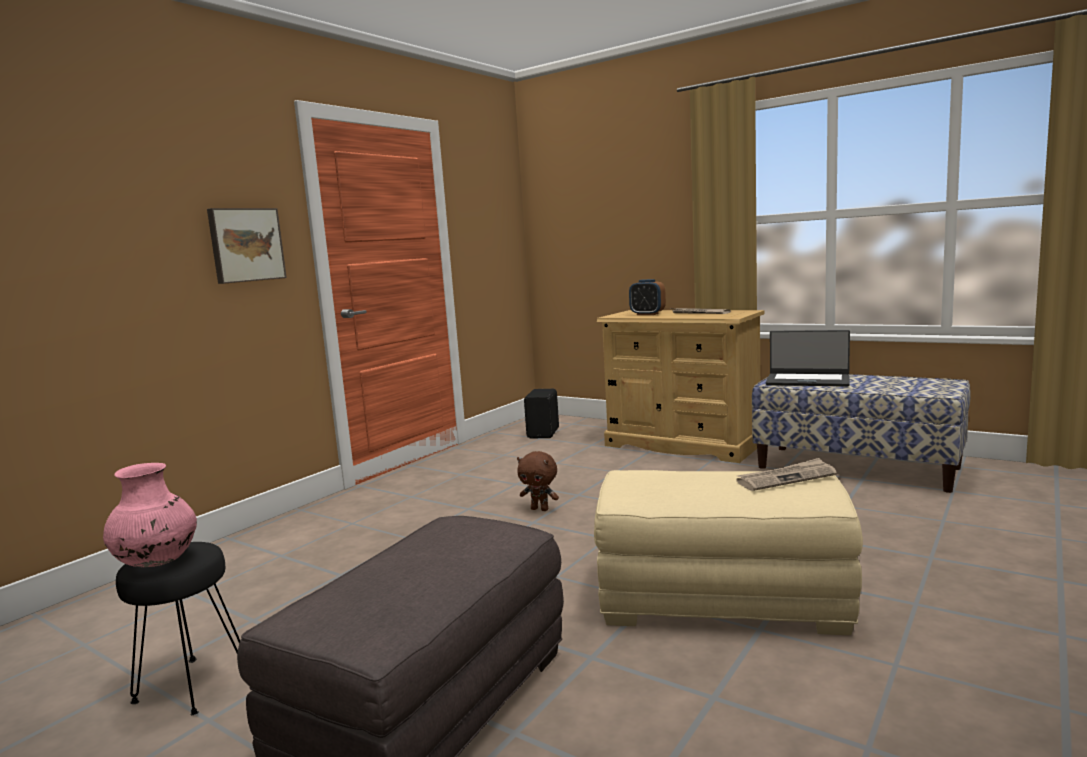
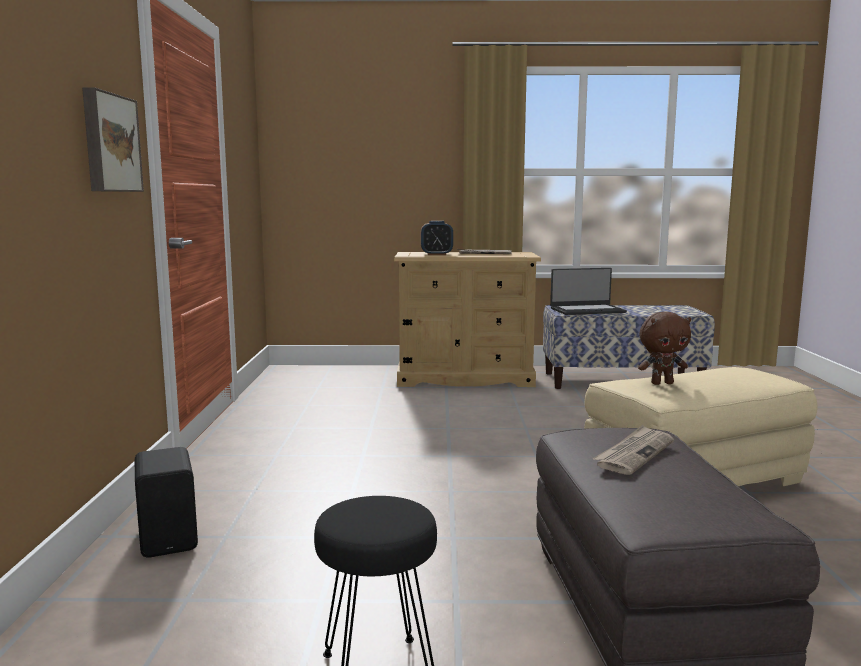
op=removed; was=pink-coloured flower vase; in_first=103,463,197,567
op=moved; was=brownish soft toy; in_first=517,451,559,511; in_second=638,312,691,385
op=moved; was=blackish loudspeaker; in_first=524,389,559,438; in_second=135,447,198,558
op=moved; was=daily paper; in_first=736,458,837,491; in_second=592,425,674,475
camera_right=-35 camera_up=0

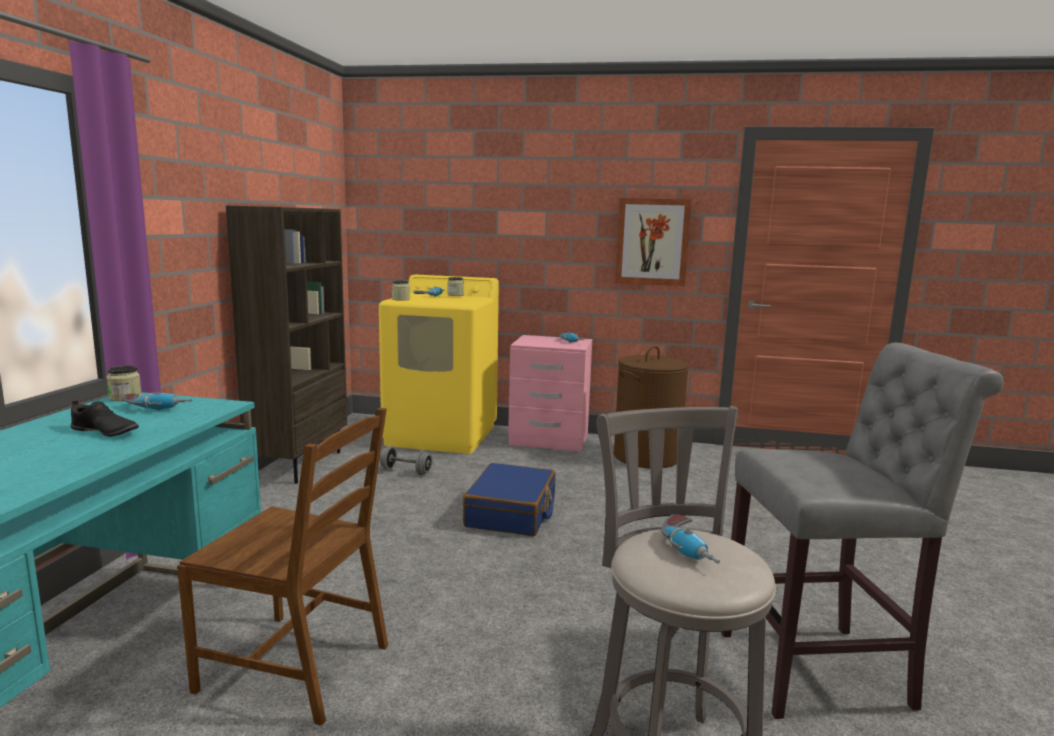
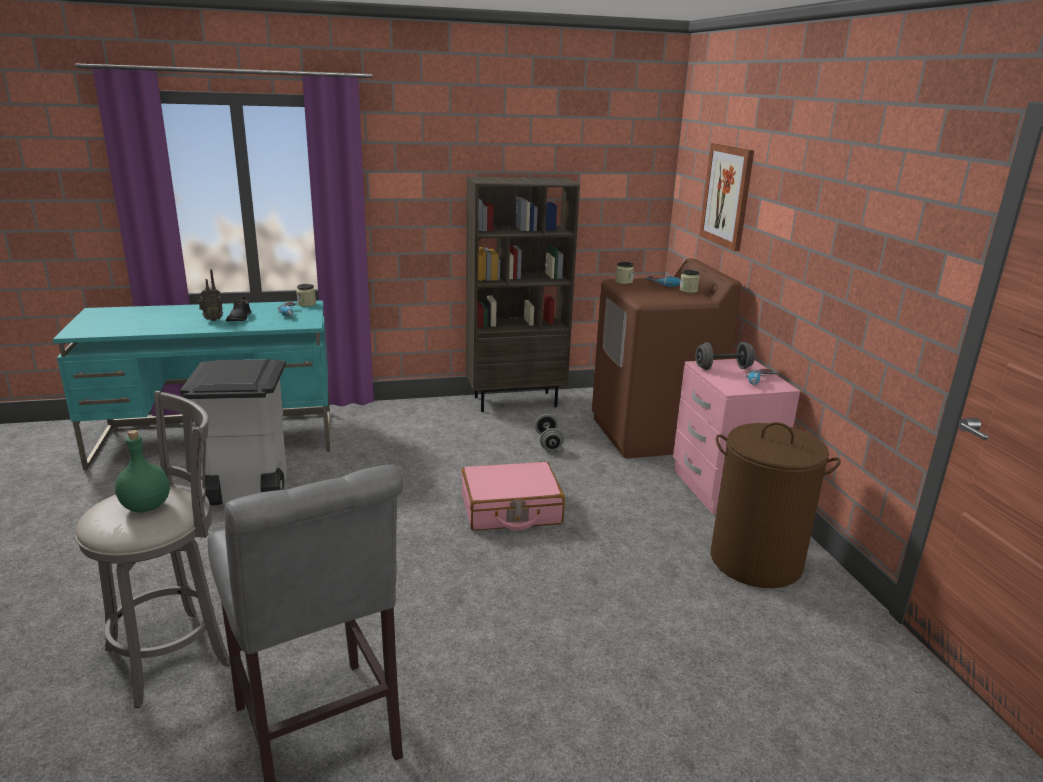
op=added; now=radio; in_second=198,269,223,321
op=added; now=greyish dumbbell; in_second=696,342,755,370
op=moved; was=wall picture; in_first=615,198,692,286; in_second=699,143,754,251
op=replaced; was=brownish upright chair; now=greyish rubbish bin; in_first=177,408,388,726; in_second=180,359,287,505
op=replaced; was=power drill; now=green drink bottle; in_first=661,514,720,564; in_second=115,430,170,513
op=recoloured; was=yellowish laundry appliance; now=brownish laundry appliance; in_first=379,274,499,454; in_second=592,259,742,459
op=recoloured; was=bluish travel case; now=pink-coloured travel case; in_first=463,463,556,536; in_second=461,462,565,531
camera_right=65 camera_up=10

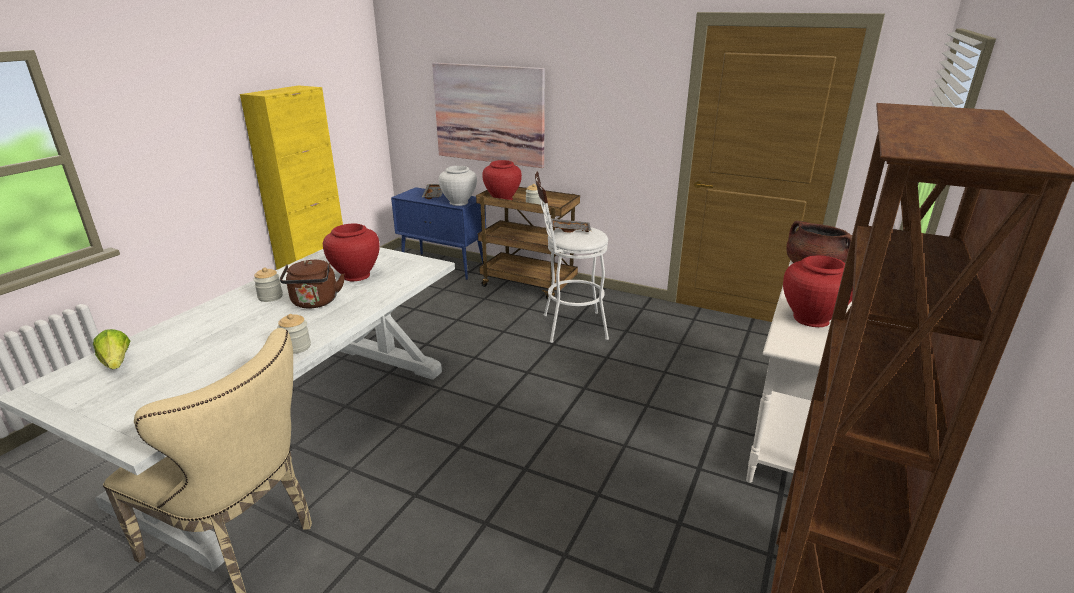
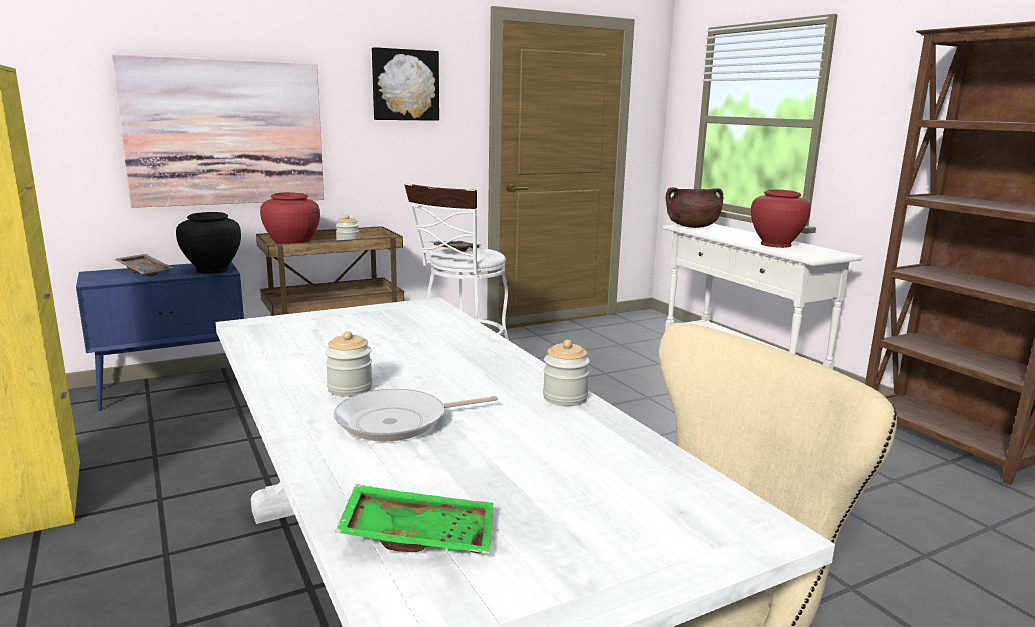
op=removed; was=brownish kettle; in_first=280,260,345,308
op=removed; was=reddish flower vase; in_first=323,224,380,281
op=added; now=skillet; in_second=334,389,498,441
op=added; now=wall picture; in_second=372,47,439,121
op=replaced; was=head of lettuce; now=green tray; in_first=93,329,130,369; in_second=335,484,493,554
op=recoloured; was=white flower vase; now=blackish flower vase; in_first=439,166,477,206; in_second=176,212,241,274
camera_right=-55 camera_up=-10

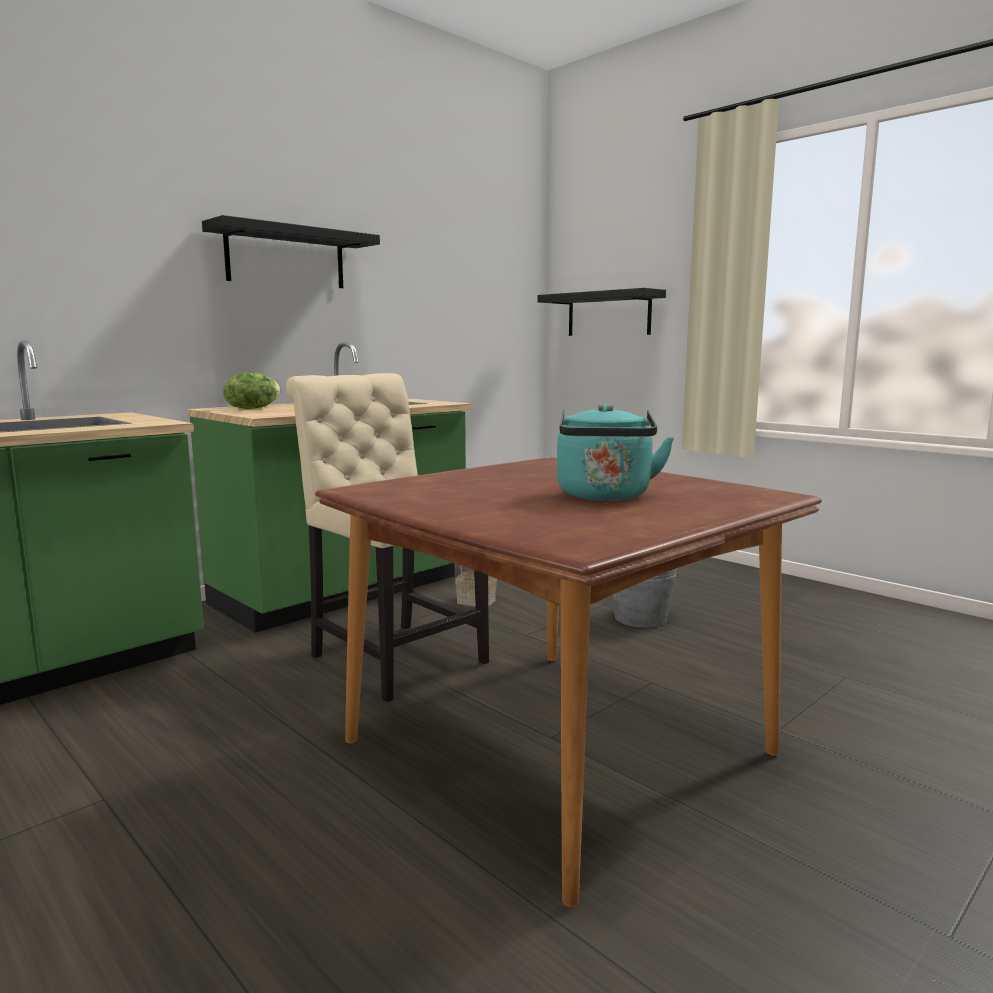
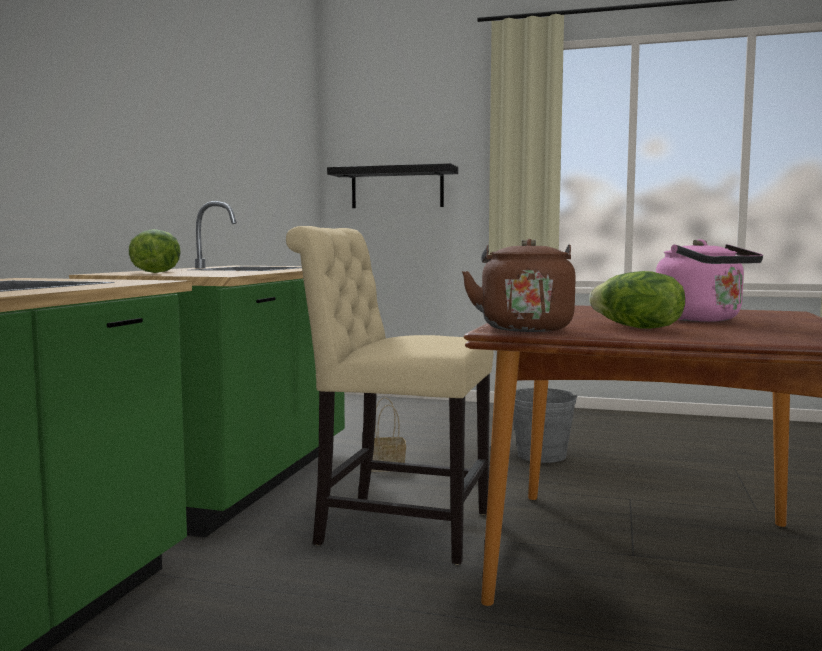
op=removed; was=blackish shelf; in_first=202,215,380,288
op=added; now=brownish kettle; in_second=462,239,576,332
op=added; now=head of lettuce; in_second=589,271,685,329
op=recoloured; was=blue-green kettle; now=pink-coloured kettle; in_first=557,403,674,501; in_second=656,239,763,322
camera_right=-30 camera_up=-5

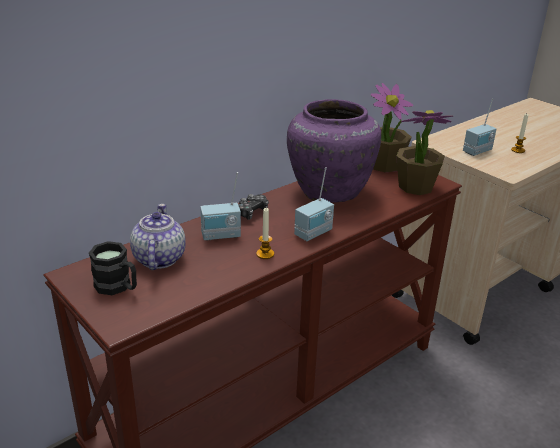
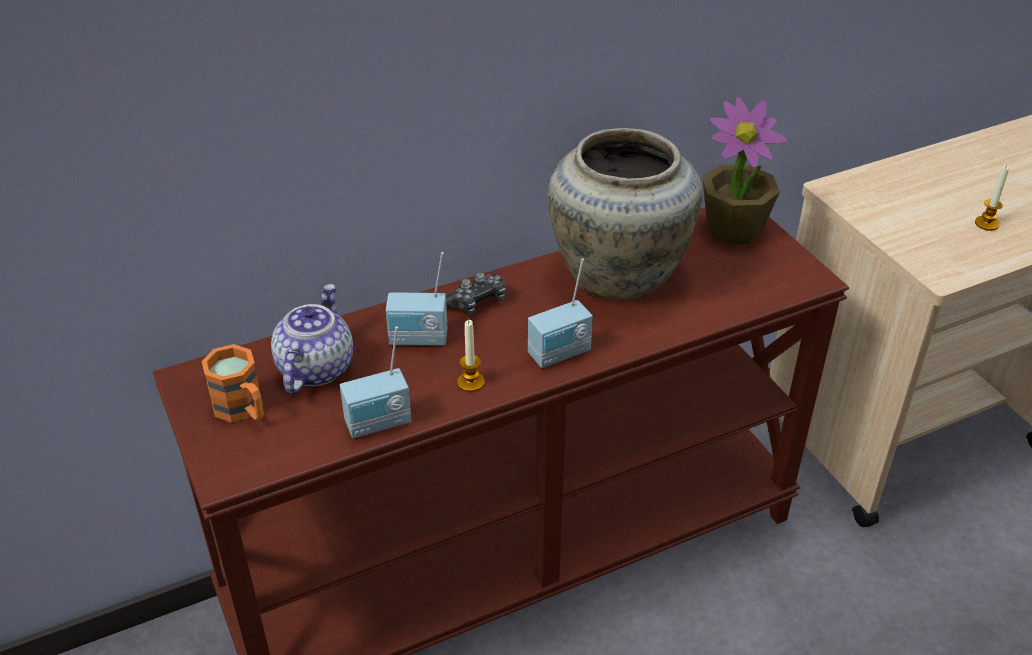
op=removed; was=potted plant; in_first=396,110,453,195
op=moved; was=radio; in_first=463,99,497,156; in_second=340,326,411,438
op=recoloured; was=blackish mug; now=orangey mug; in_first=89,241,137,295; in_second=202,344,264,423
op=recoloured; was=purplish flower vase; now=beige flower vase; in_first=287,99,381,203; in_second=548,128,703,299
camera_right=15 camera_up=10

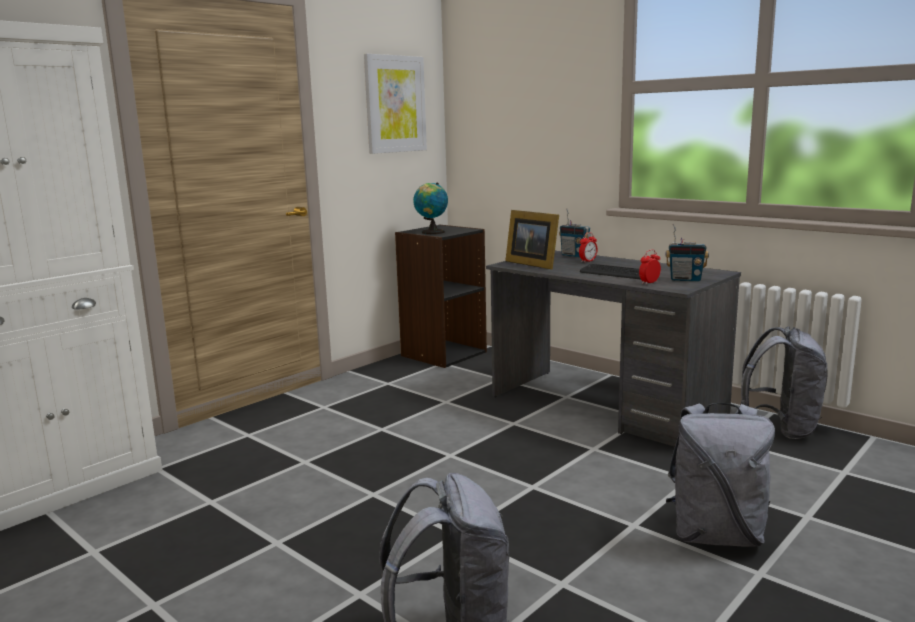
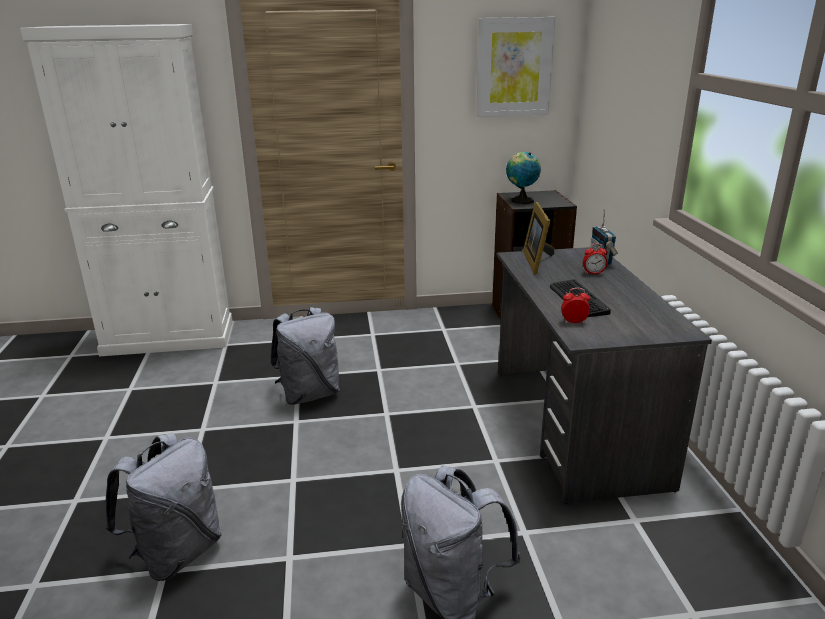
op=removed; was=radio; in_first=665,224,709,281
op=moved; was=greyish knapsack; in_first=740,326,828,439; in_second=270,307,340,405
camera_right=40 camera_up=10

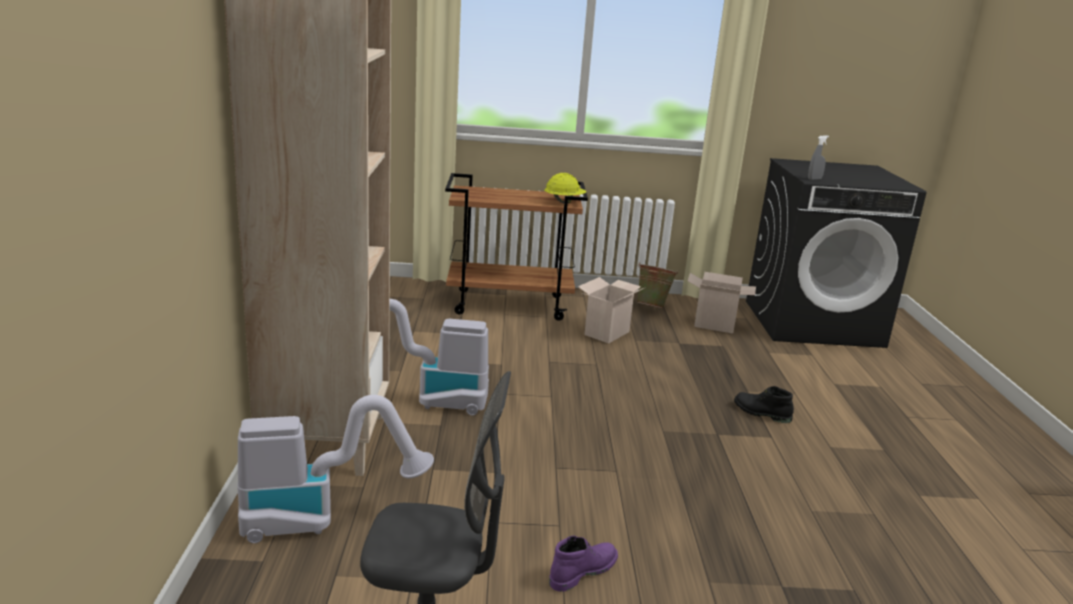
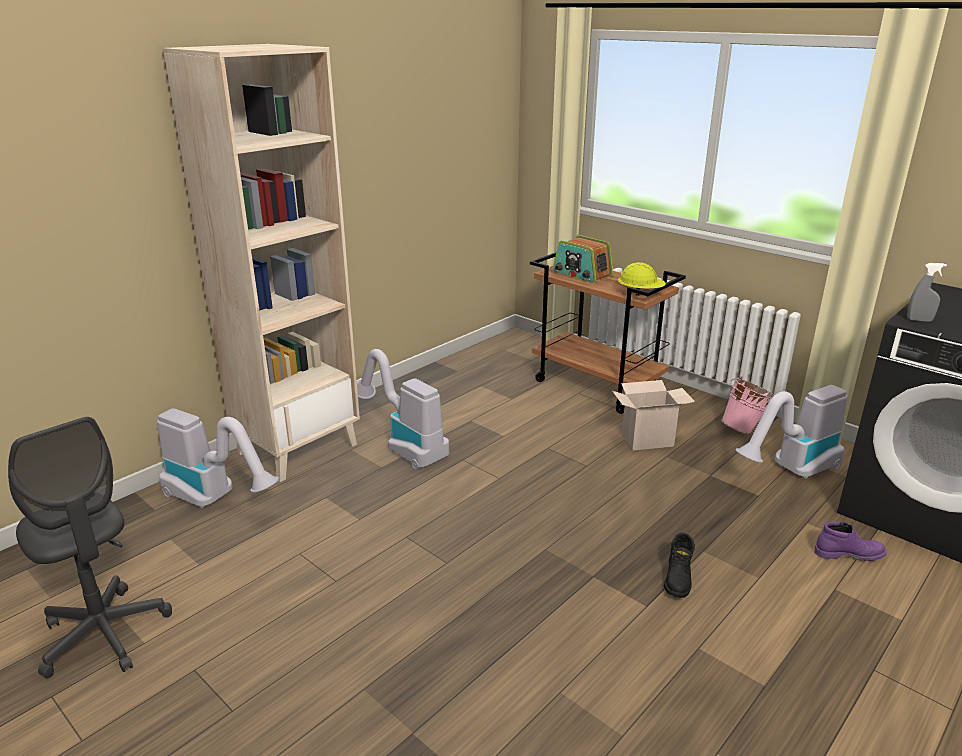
op=added; now=radio; in_second=553,235,613,283
op=moved; was=purplish boot; in_first=549,535,618,592; in_second=814,522,887,561
op=replaced; was=carton; now=hoover; in_first=687,272,756,333; in_second=736,385,847,479
op=recoloured; was=green water bucket; now=pink-coloured water bucket; in_first=637,262,679,309; in_second=721,376,774,434
op=turned; was=blackish boot; in_first=734,386,794,423; in_second=664,533,695,598; clockwise=-150
camera_right=45 camera_up=5

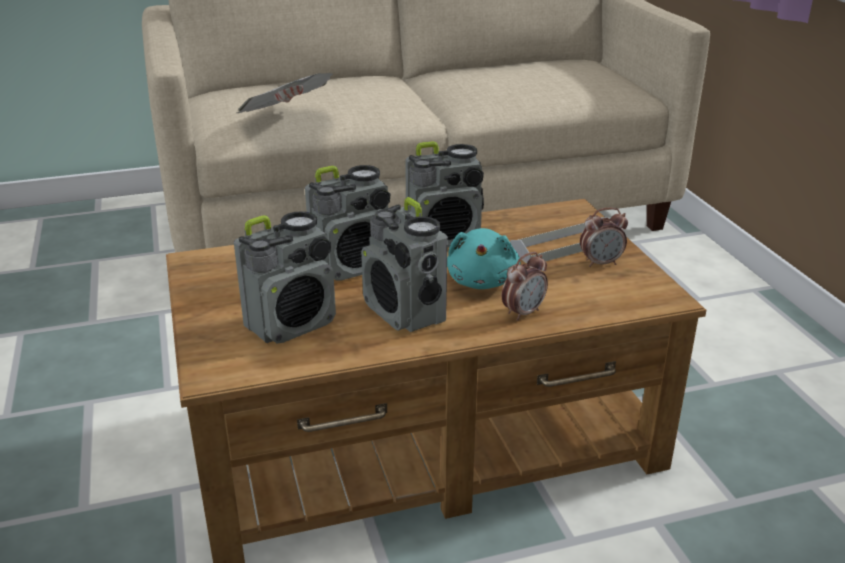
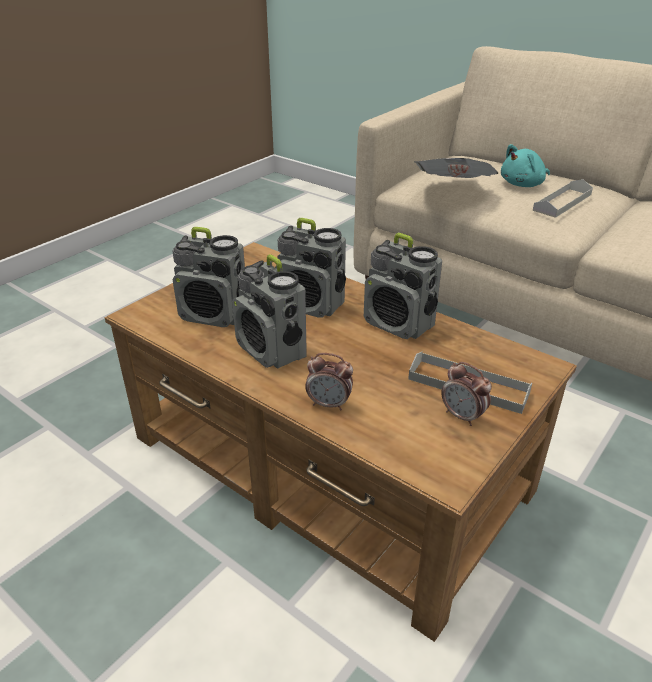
op=added; now=greyish tray; in_second=533,179,593,218
op=moved; was=blue-green soft toy; in_first=447,228,521,289; in_second=501,144,550,187
op=turned; was=radio; in_first=361,197,448,332; in_second=232,254,307,369; clockwise=-60
camera_right=55 camera_up=5

